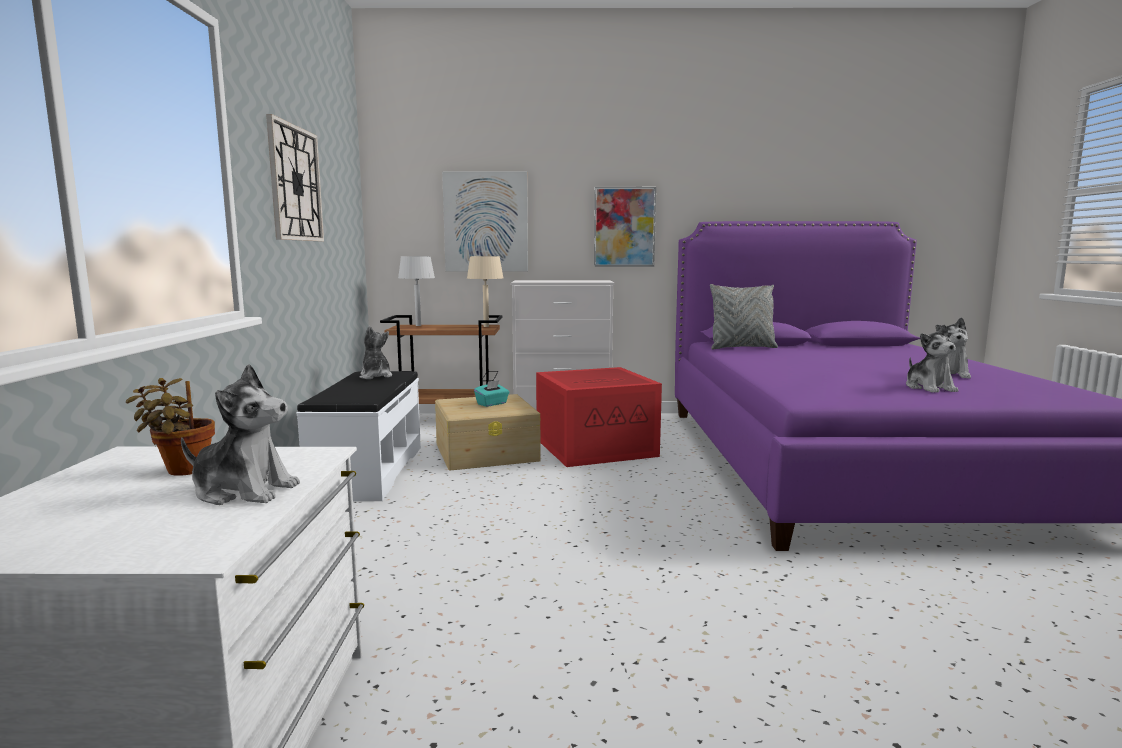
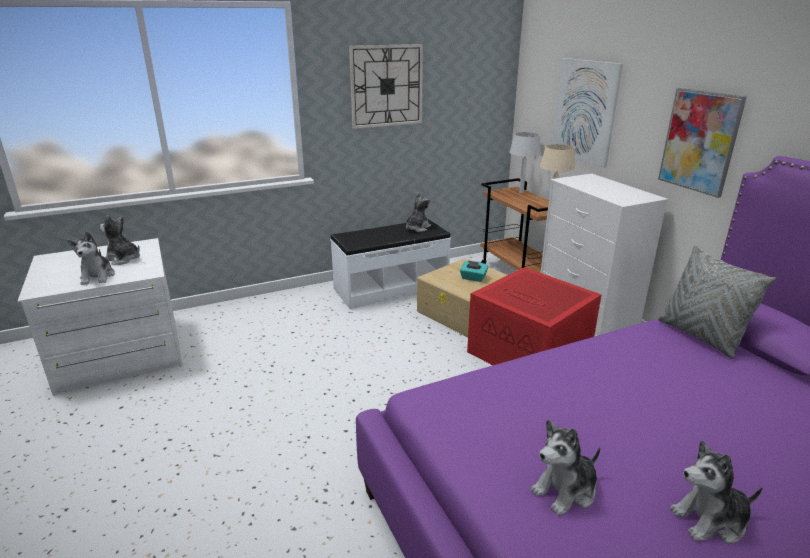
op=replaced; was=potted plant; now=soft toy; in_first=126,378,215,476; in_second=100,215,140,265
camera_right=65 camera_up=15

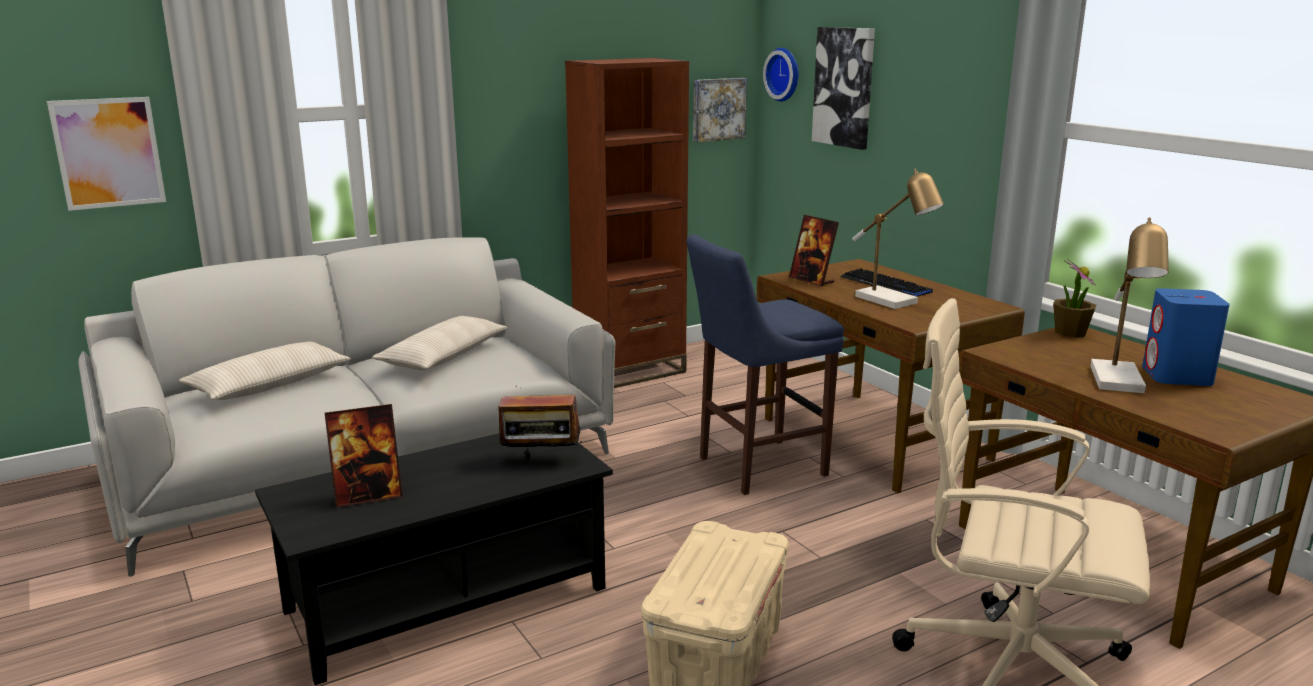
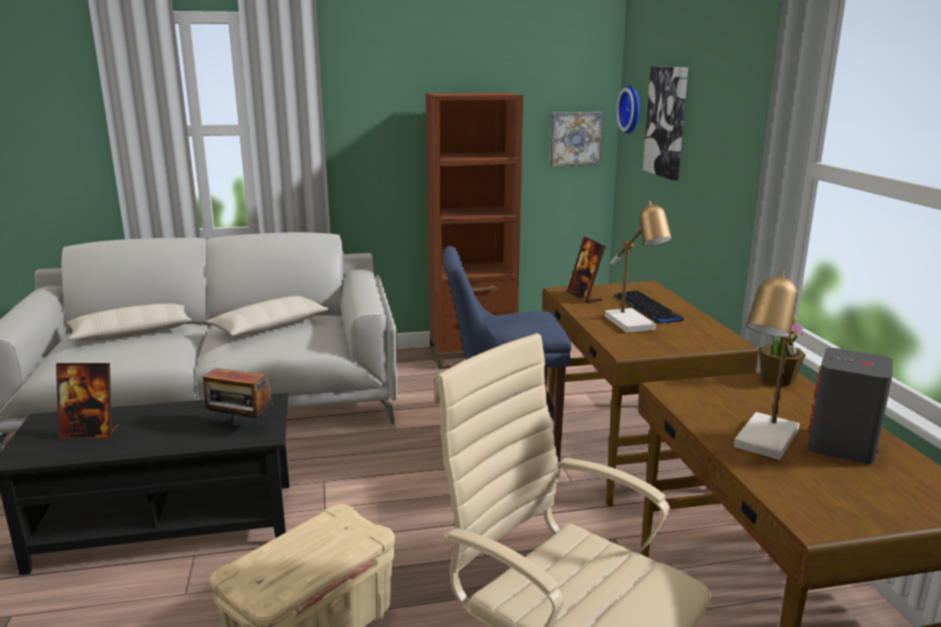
op=removed; was=wall picture; in_first=47,97,166,211
op=recoloured; was=bluish loudspeaker; now=greyish loudspeaker; in_first=1142,288,1230,386; in_second=808,348,893,464
camera_right=20 camera_up=0

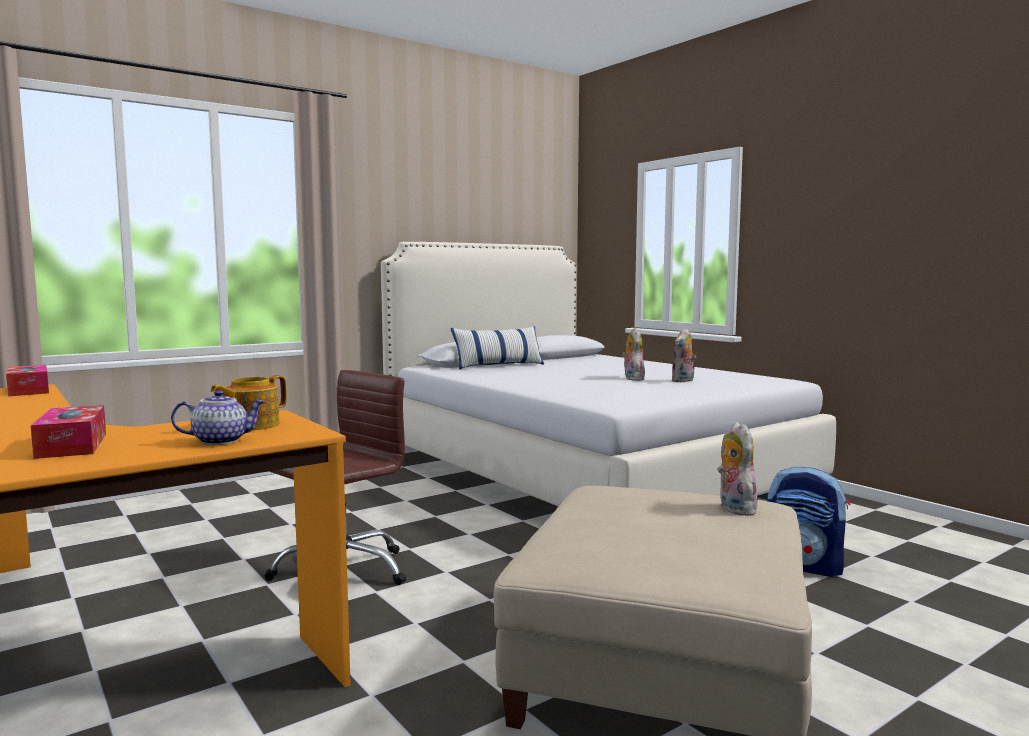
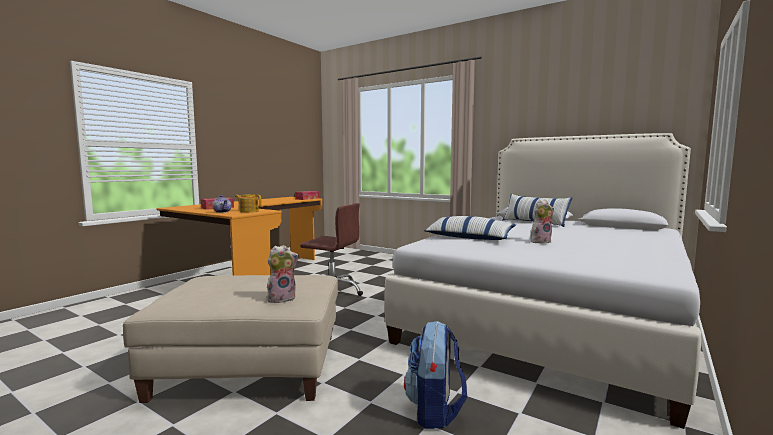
op=removed; was=soft toy; in_first=671,328,696,383
op=added; now=throw pillow; in_second=424,216,516,240
camera_right=70 camera_up=0

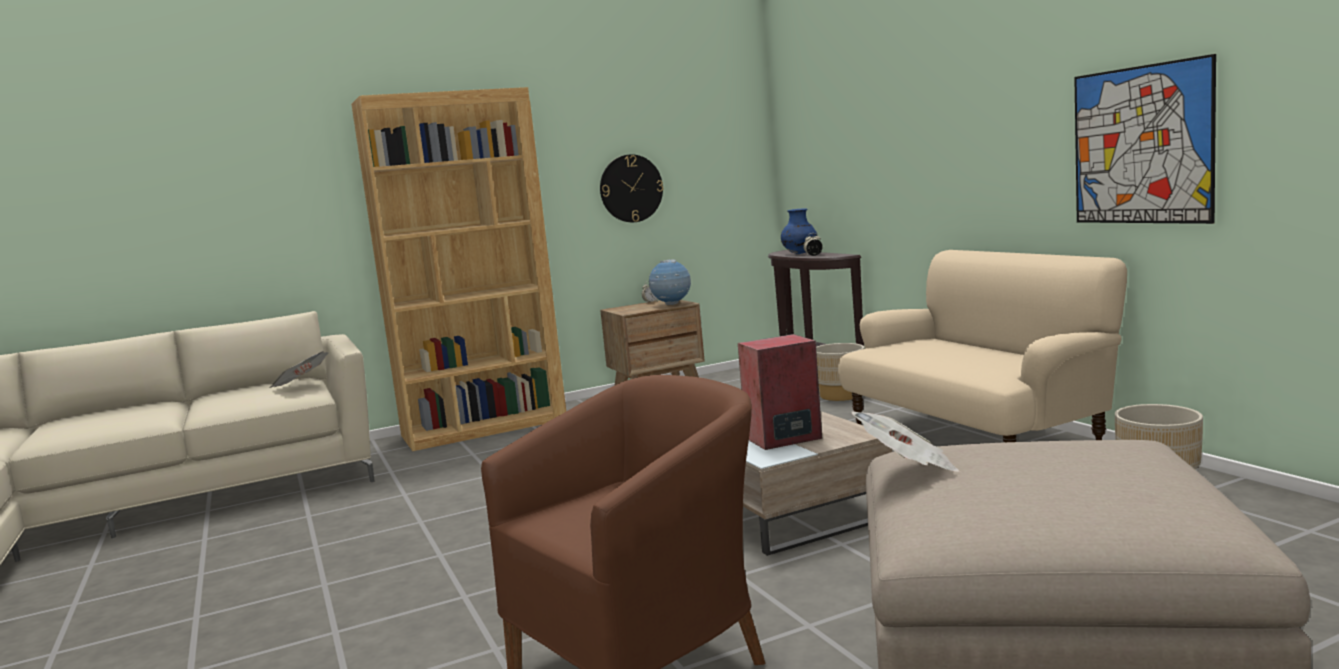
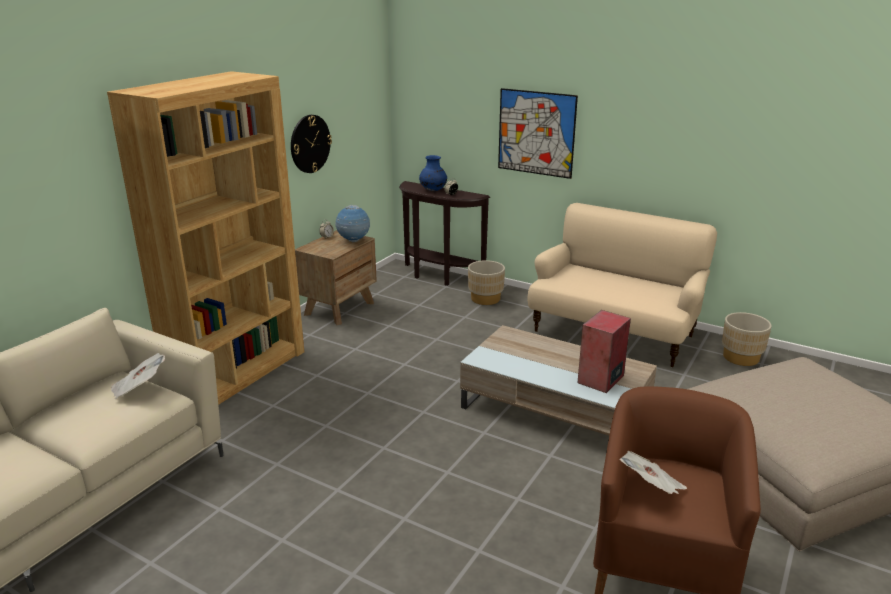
op=moved; was=daily paper; in_first=852,412,961,472; in_second=619,451,687,494
op=moved; was=wall picture; in_first=1074,54,1216,224; in_second=498,88,578,179
camera_right=-35 camera_up=15

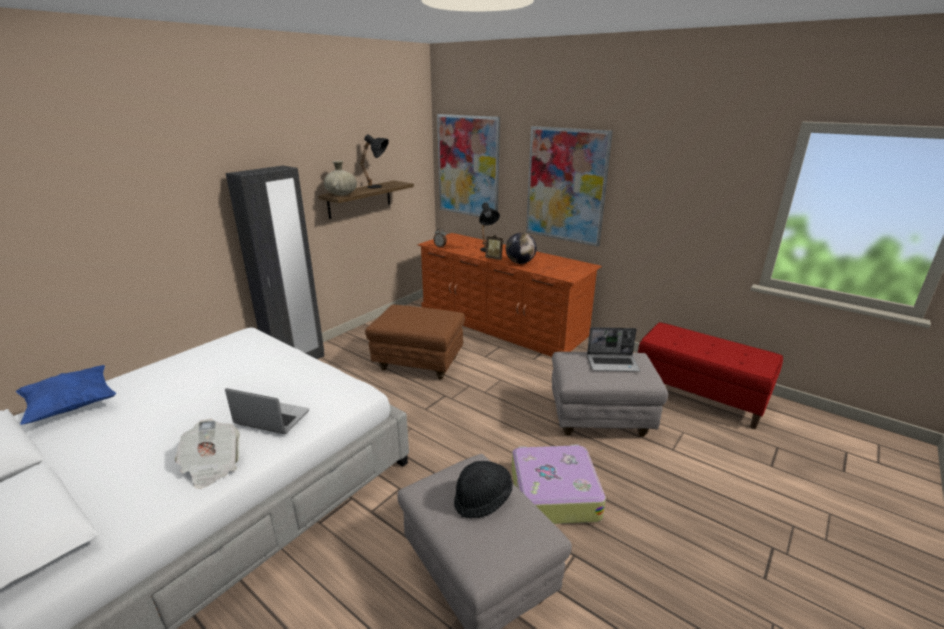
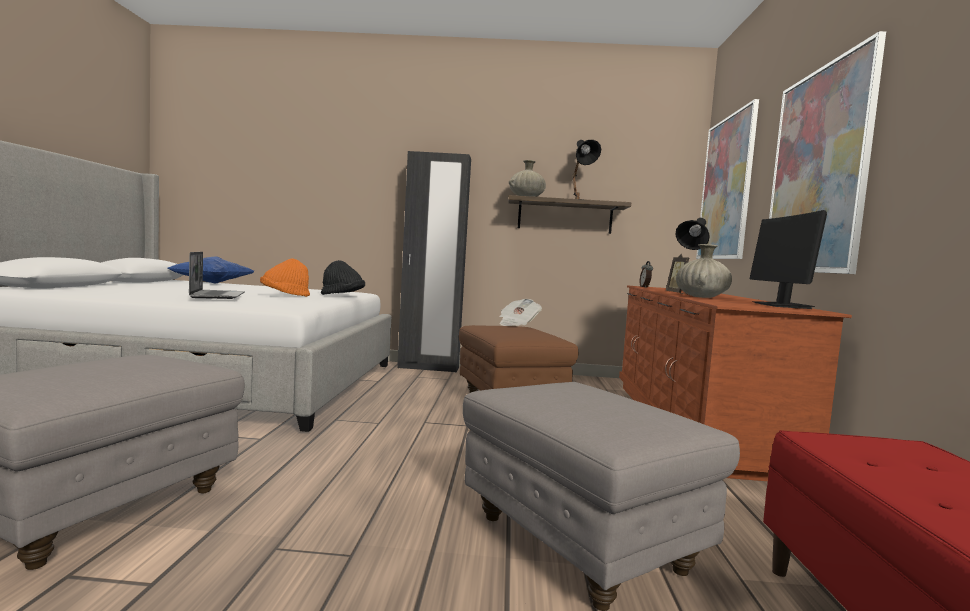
op=removed; was=travel case; in_first=512,444,606,524
op=removed; was=laptop; in_first=587,327,640,372
op=added; now=orangey hat; in_second=260,258,310,297
op=added; now=computer screen; in_second=750,210,827,309
op=moved; was=daily paper; in_first=175,419,240,489; in_second=499,299,542,326
op=moved; was=blackish hat; in_first=454,461,513,519; in_second=321,260,365,295
op=replaced; was=globe; now=beige flower vase; in_first=506,233,537,264; in_second=676,244,732,298
camera_right=55 camera_up=-20

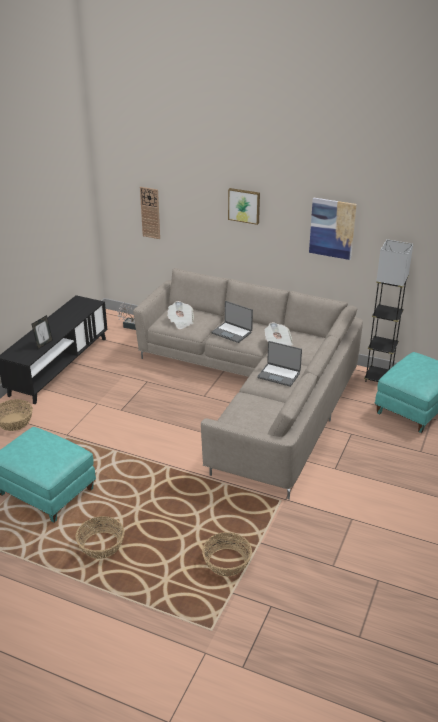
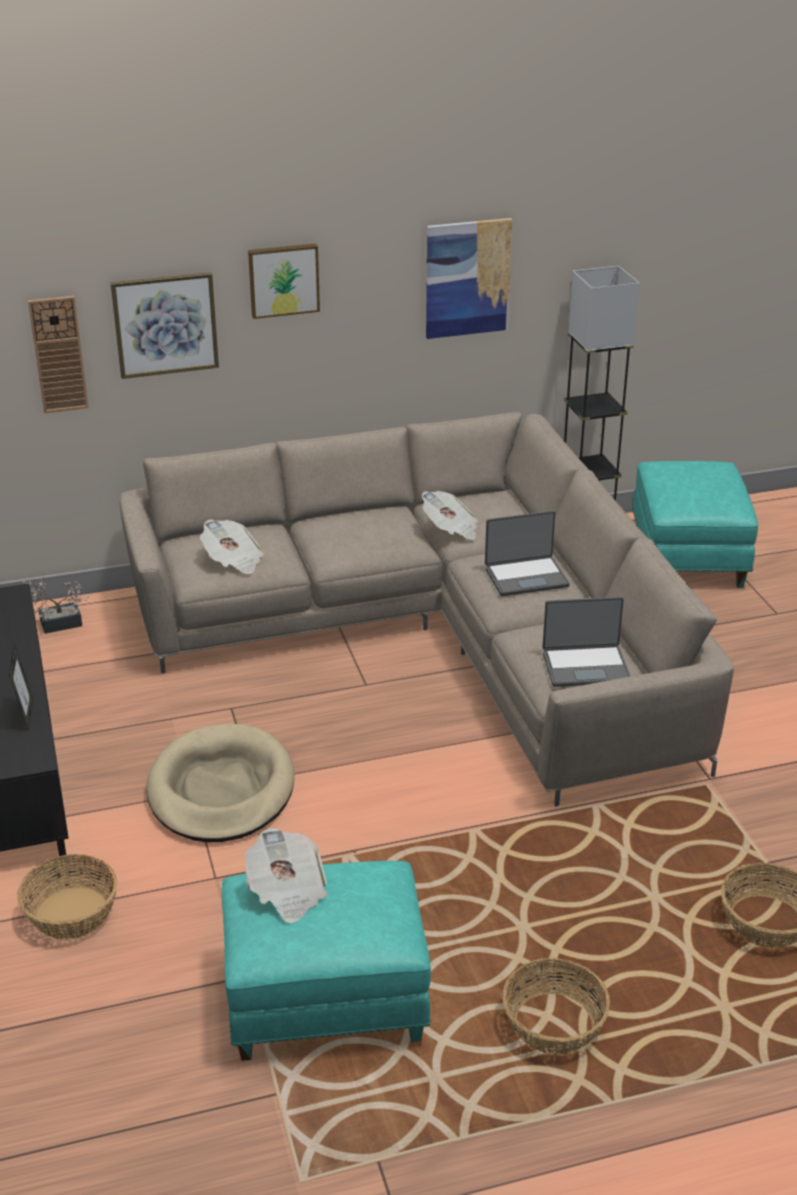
op=added; now=wall picture; in_second=111,272,219,379
op=added; now=beige dog bed; in_second=146,724,294,842
op=added; now=daily paper; in_second=245,828,328,923
op=moved; was=laptop; in_first=211,301,253,343; in_second=542,597,630,687
camera_right=-40 camera_up=0

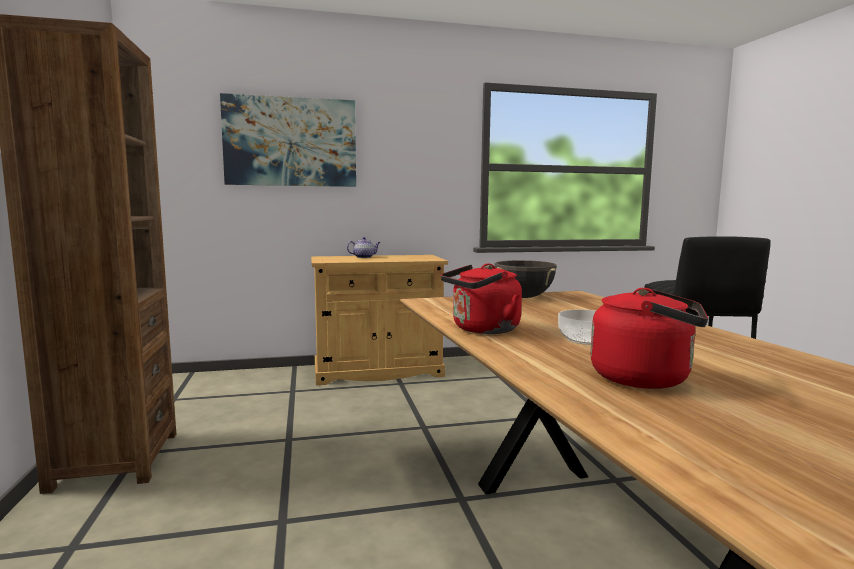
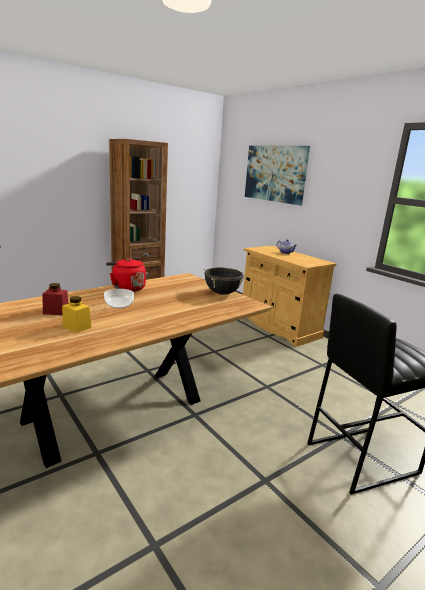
op=added; now=yellowish preserve jar; in_second=62,296,91,333
op=replaced; was=reddish kettle; now=reddish preserve jar; in_first=590,288,708,389; in_second=42,283,69,315
camera_right=65 camera_up=10

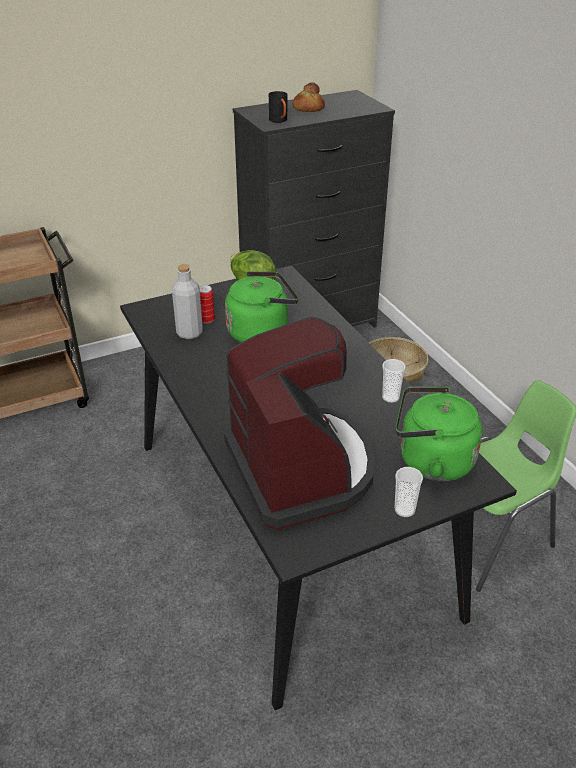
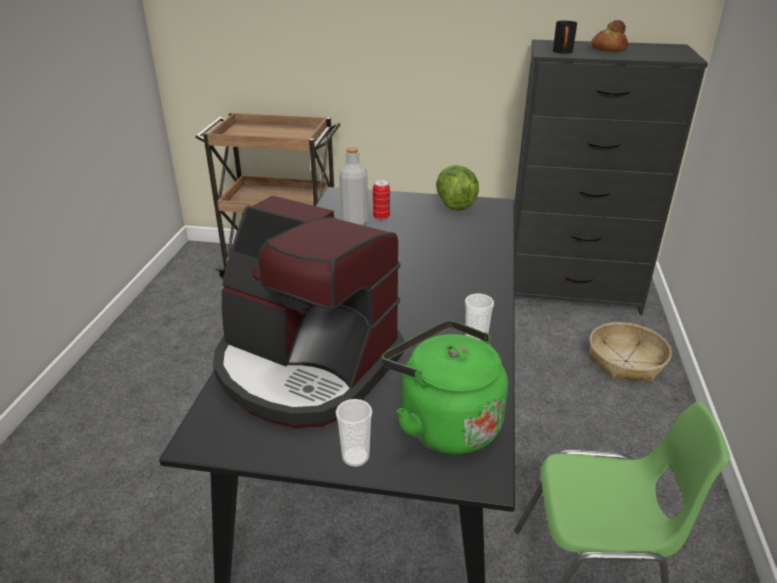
op=removed; was=green kettle; in_first=225,271,298,342
op=turned; was=coffee brewer; in_first=224,317,375,530; in_second=213,195,405,428; clockwise=105
camera_right=35 camera_up=-5

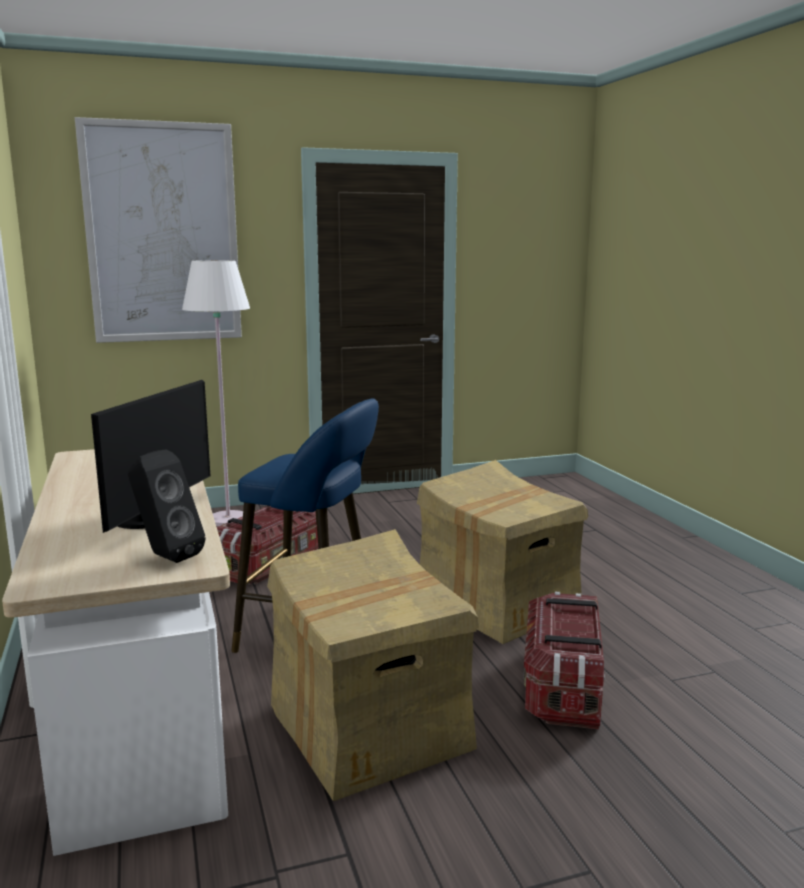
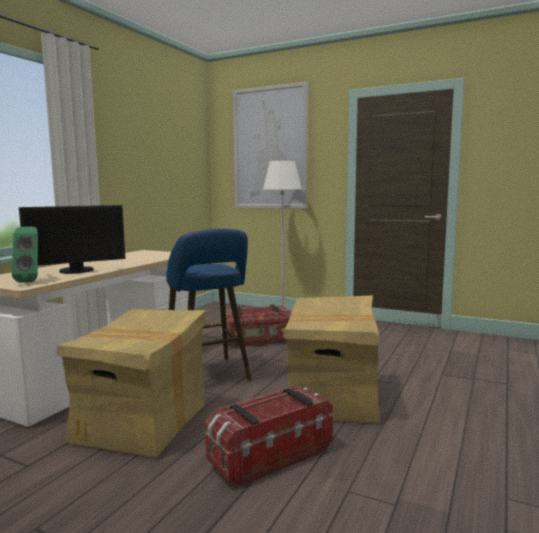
op=recoloured; was=blackish loudspeaker; now=green loudspeaker; in_first=128,449,206,563; in_second=12,227,38,282
camera_right=45 camera_up=-5

